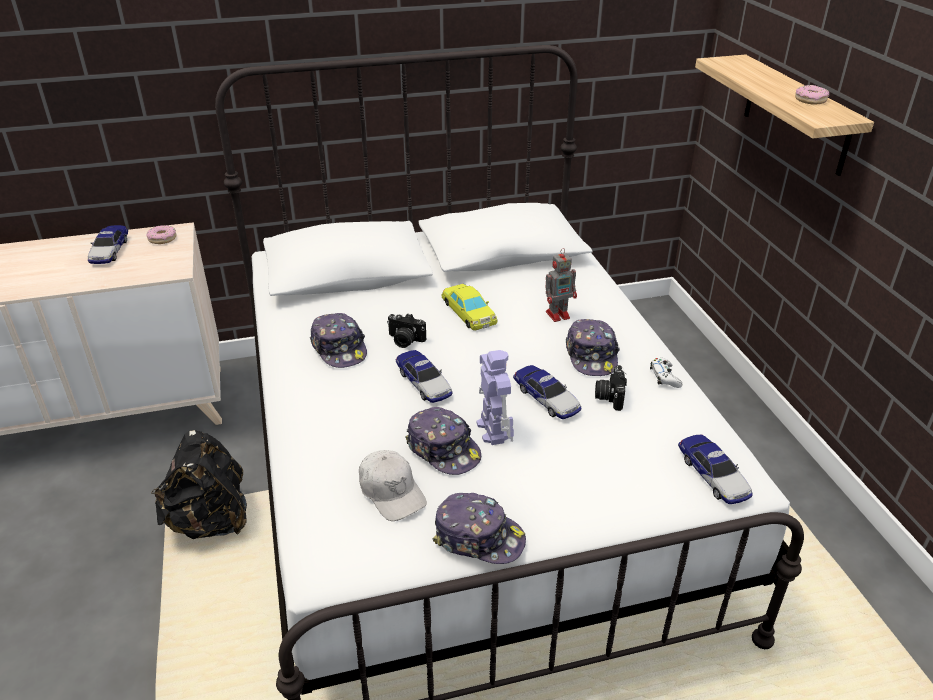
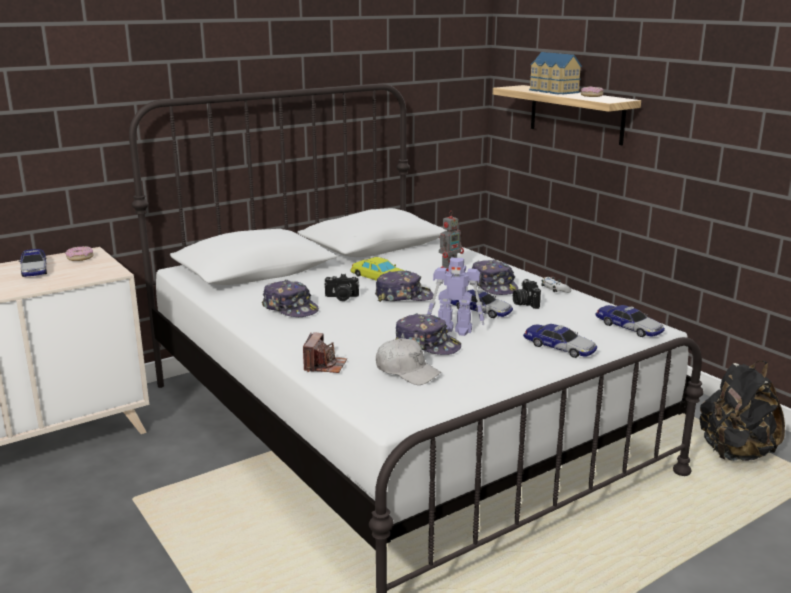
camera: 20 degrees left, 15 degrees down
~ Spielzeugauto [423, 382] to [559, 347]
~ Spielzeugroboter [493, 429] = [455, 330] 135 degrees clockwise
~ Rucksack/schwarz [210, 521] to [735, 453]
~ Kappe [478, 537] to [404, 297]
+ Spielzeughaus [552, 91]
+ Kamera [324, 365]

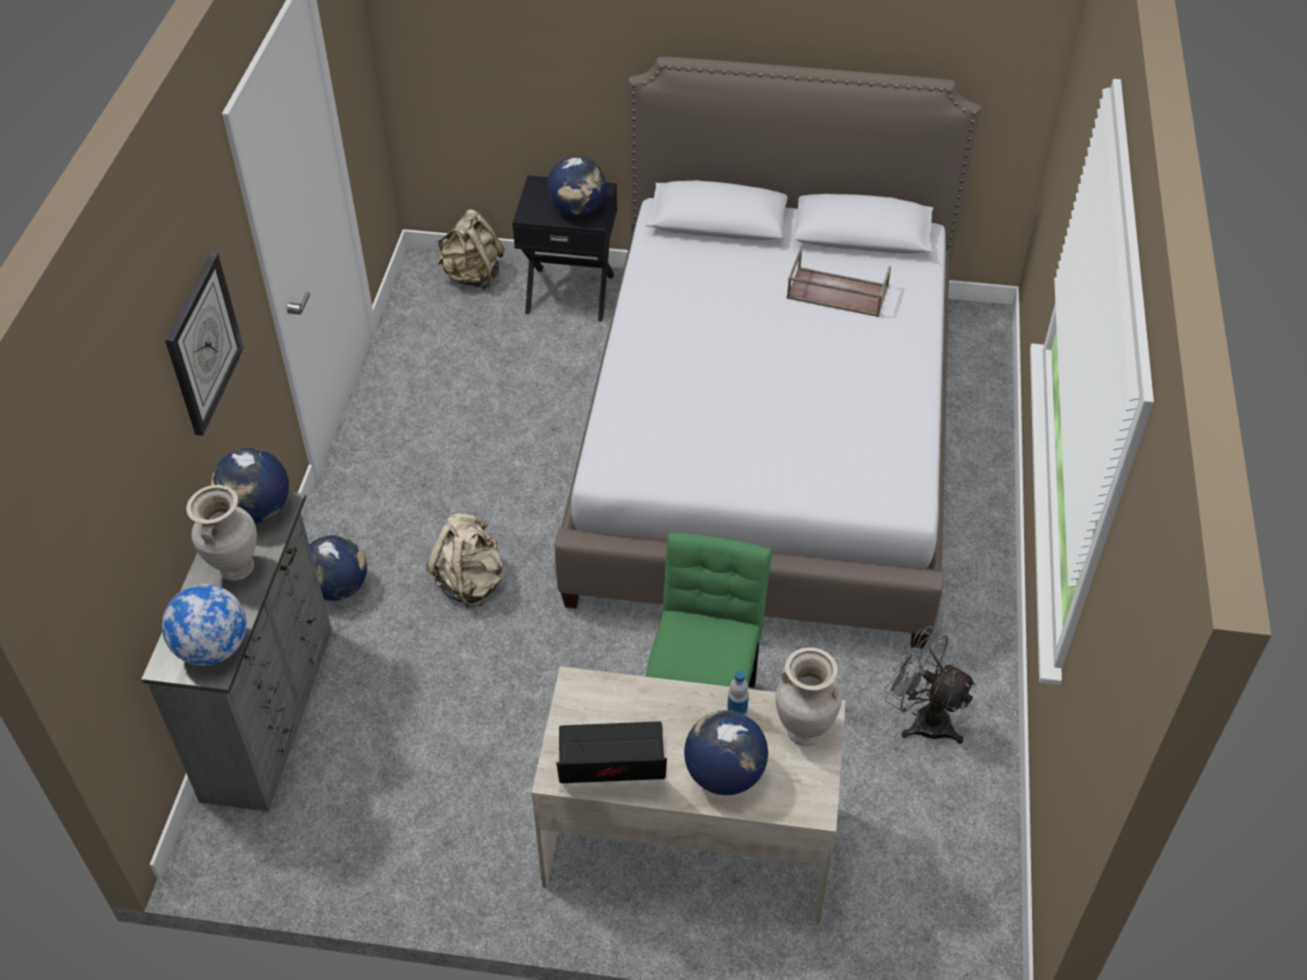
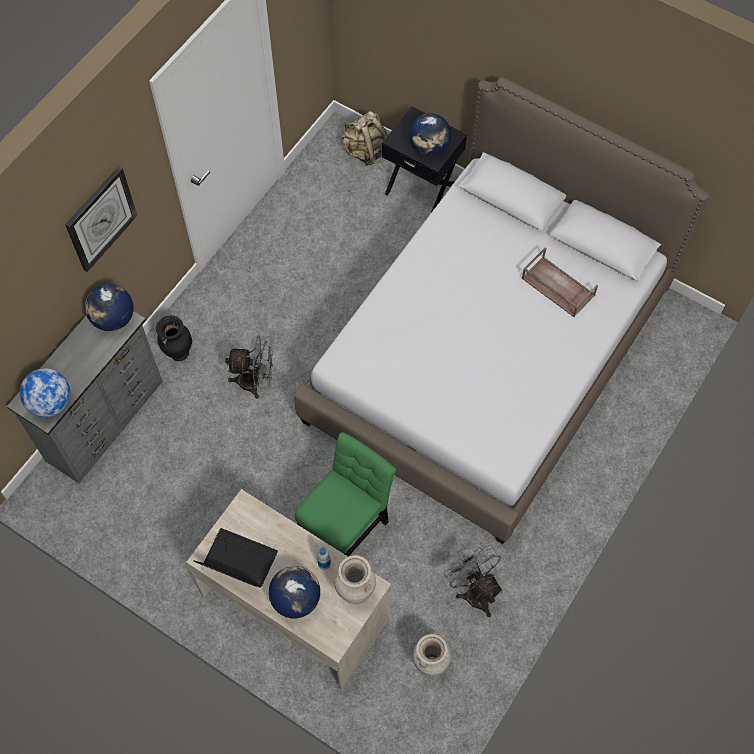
camera: 25 degrees right, 15 degrees up
~ Vase/beige [235, 569] to [430, 663]
~ Rucksack/beige [470, 582] to Ventilator/grau [256, 382]
~ Globus [338, 587] to Vase/schwarz [179, 353]

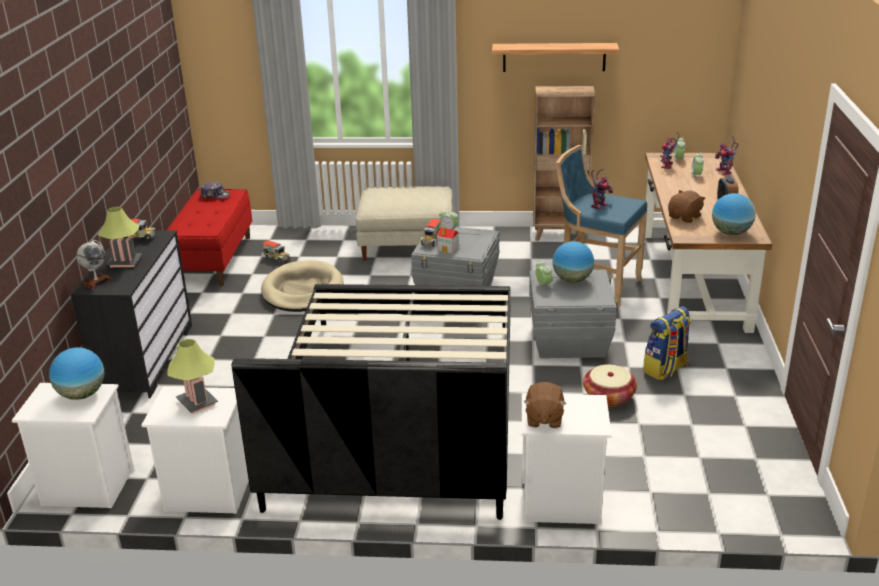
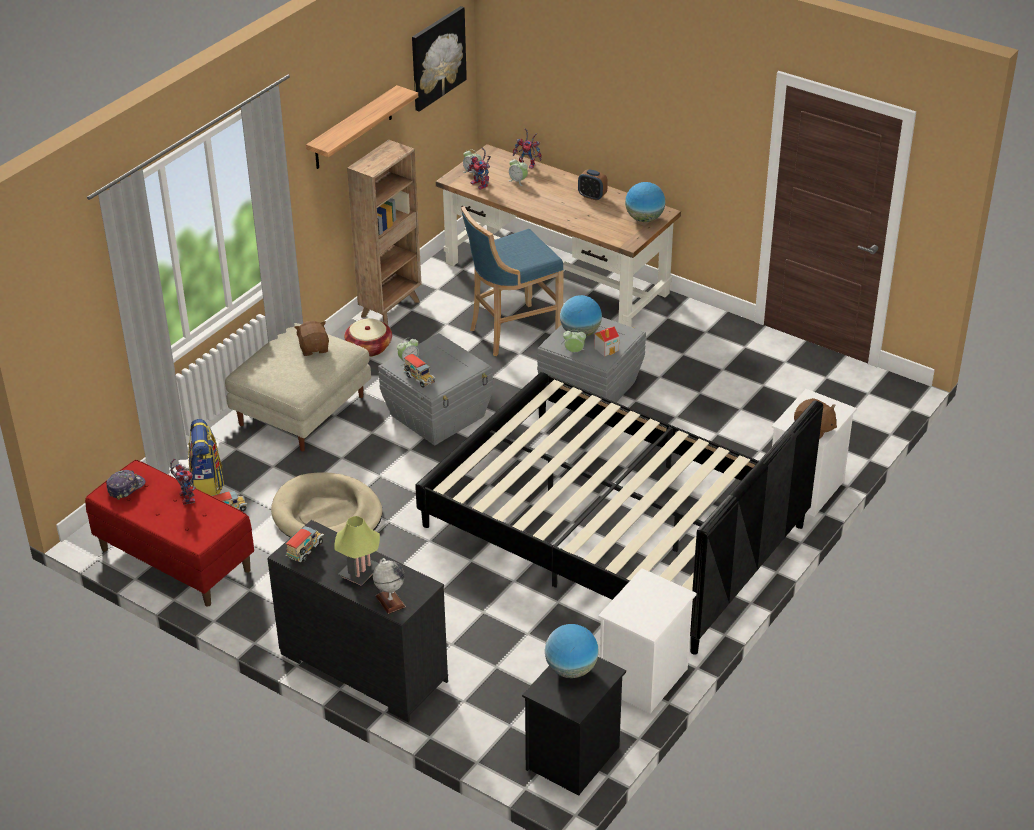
camera: 60 degrees left, 10 degrees up
~ Spielzeugroboter [598, 205] to [185, 497]
~ Plüschtier/braun [685, 217] to [314, 348]
~ Spielzeughaus [448, 249] to [606, 349]
~ Rucksack [666, 369] to [207, 483]
- Tischlampe [197, 402]
~ Korb [609, 397] to [369, 347]
~ Nachttisch/weiß [85, 488] to Nachttisch/schwarz [573, 759]
+ Bild [437, 58]

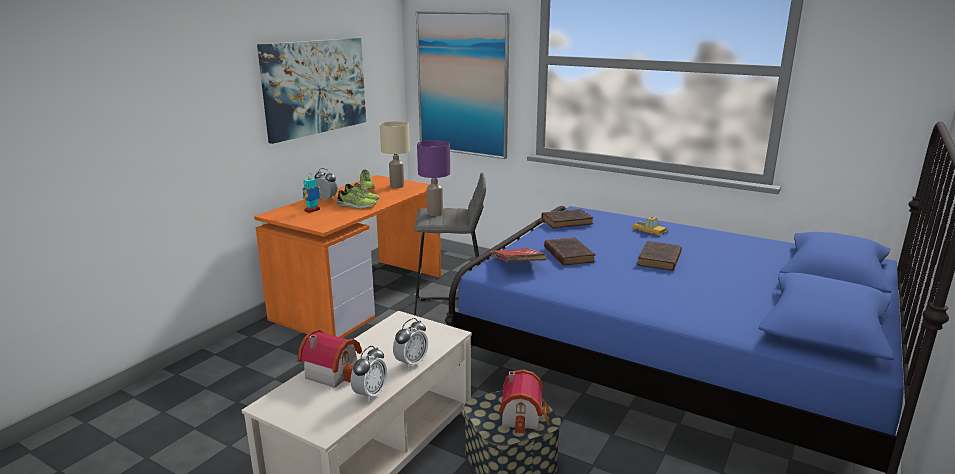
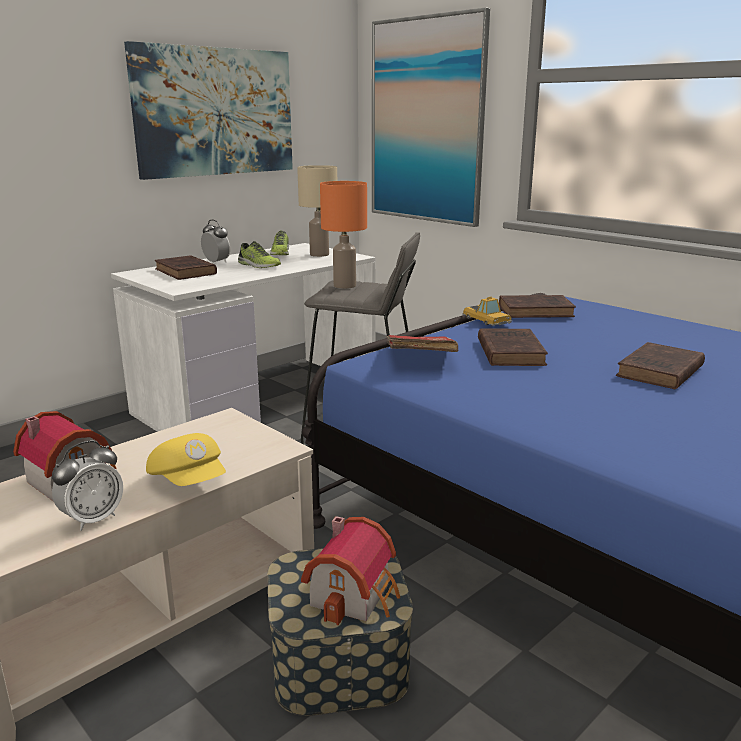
camera: 15 degrees right, 0 degrees up
~ Tischlampe/lila [435, 213] to Tischlampe/orange [345, 286]
~ Spielzeugroboter [312, 210] to Buch/braun [186, 272]
~ Schreibtisch/orange [360, 296] to Schreibtisch/weiß [258, 398]
- Schuh [356, 206]
~ Spielzeugauto [649, 231] to [487, 320]
~ Wecker [411, 363] to Kappe/gelb [190, 481]

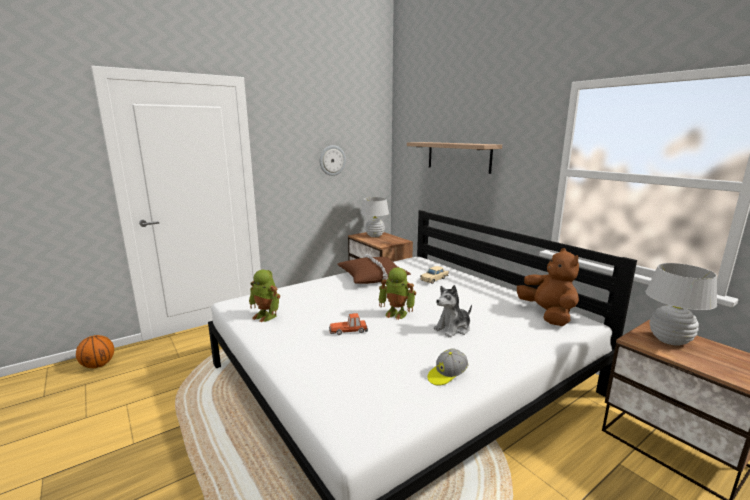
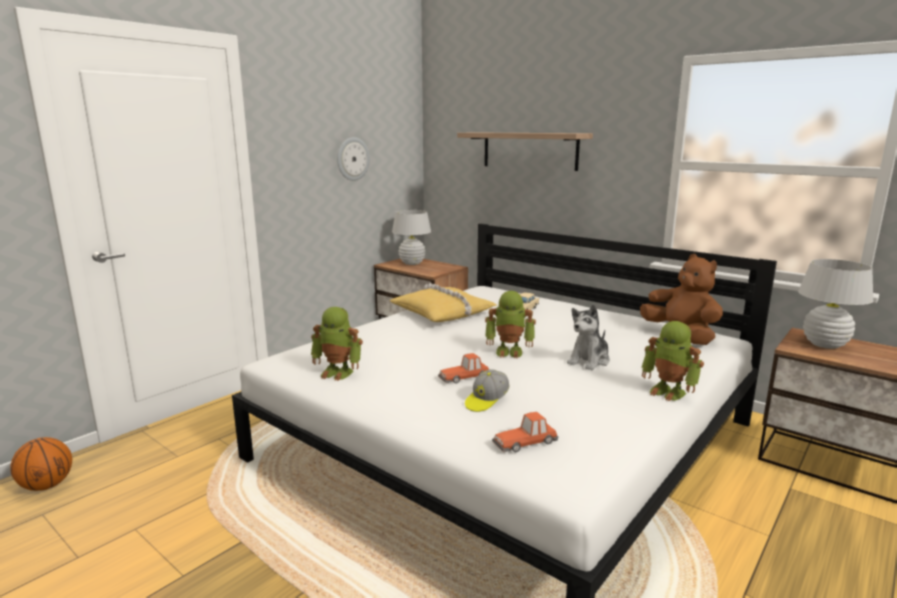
camera: 15 degrees left, 0 degrees up
~ Kissen/braun [373, 276] to Kissen/gelb [443, 313]
~ Kappe [447, 375] to [486, 401]
+ Spielzeugroboter [669, 391]
+ Spielzeugauto [525, 442]

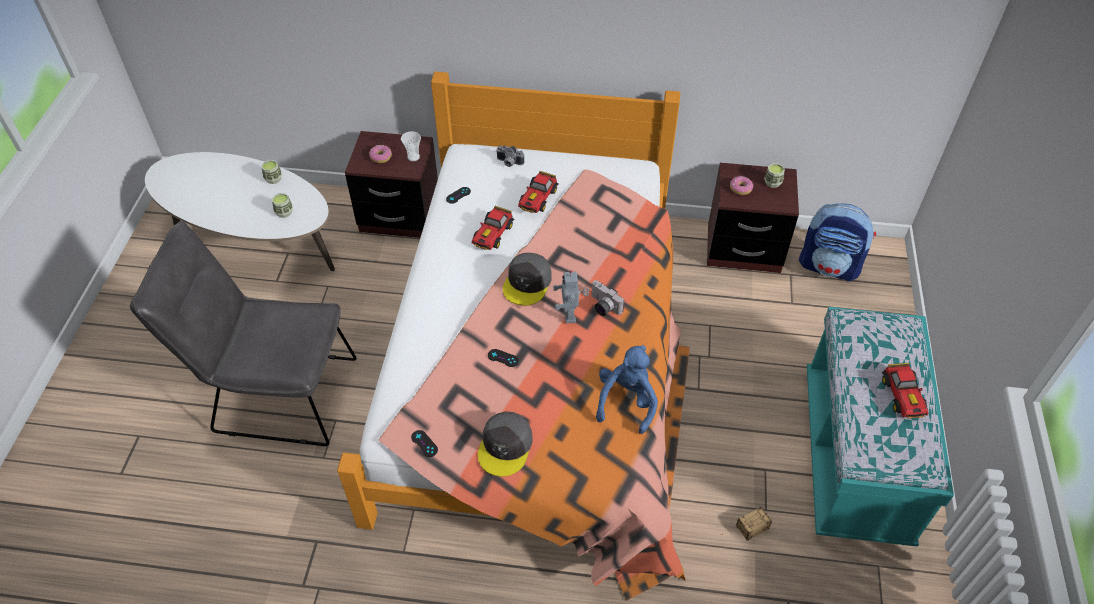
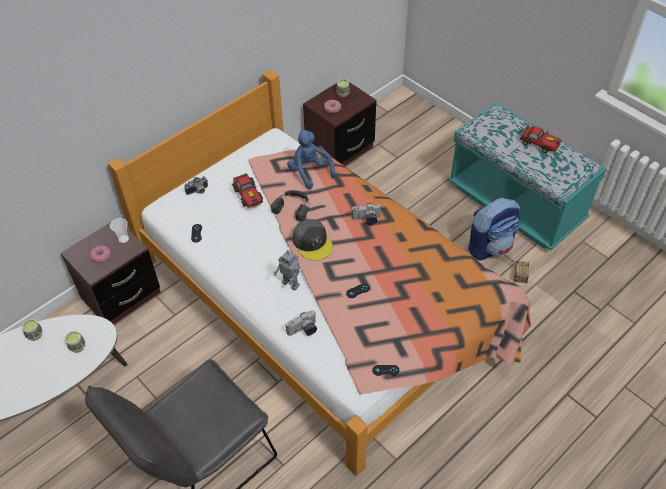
camera: 50 degrees left, 0 degrees up
~ Rucksack [829, 266] to [490, 246]
- Spielzeugauto [492, 235]
~ Spielzeugroboter [571, 315] to [291, 283]
~ Plüschtier/blau [627, 401] to [310, 171]
- Kappe/grau [505, 446]
+ Kopfhörer/schwarz [293, 206]
+ Kamera [303, 330]

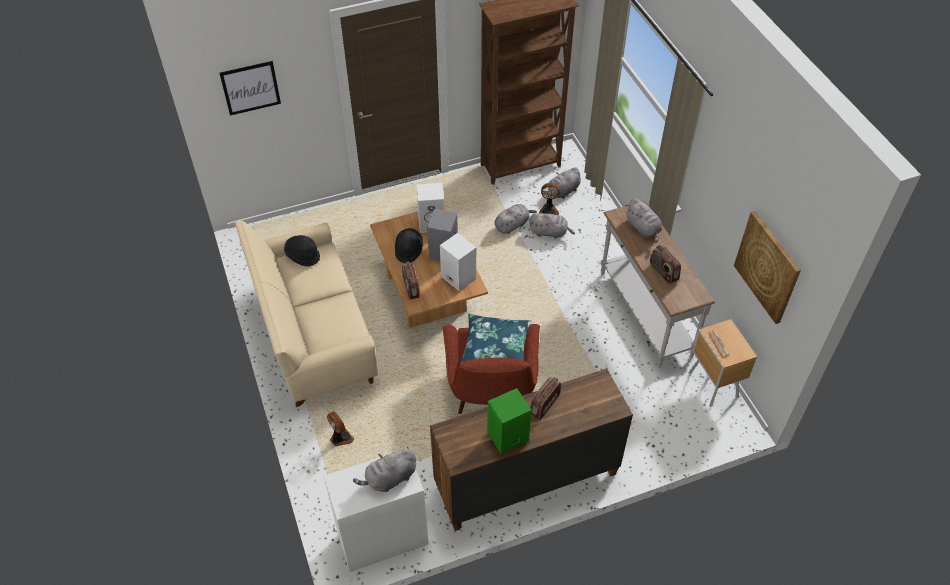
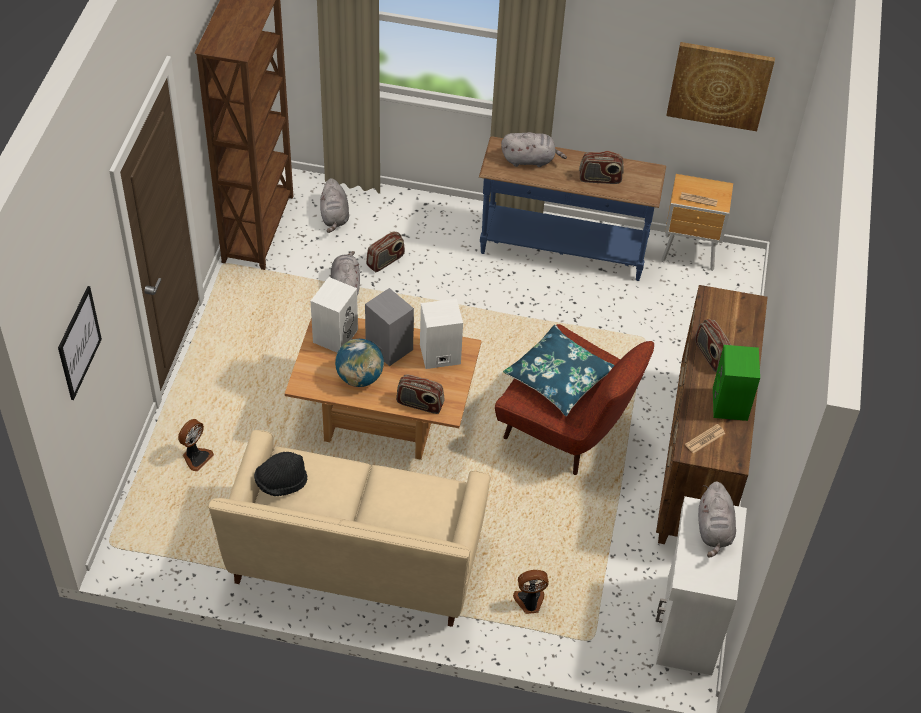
camera: 60 degrees left, 0 degrees up
~ Ventilator [549, 210] to [196, 457]
~ Konsolentisch/weiß [644, 314] to Konsolentisch/blau [563, 251]
~ Plüschtier/grau [550, 232] to Radio [385, 261]
~ Hut/schwarz [408, 250] to Globus [359, 378]
+ Zeitung [705, 439]

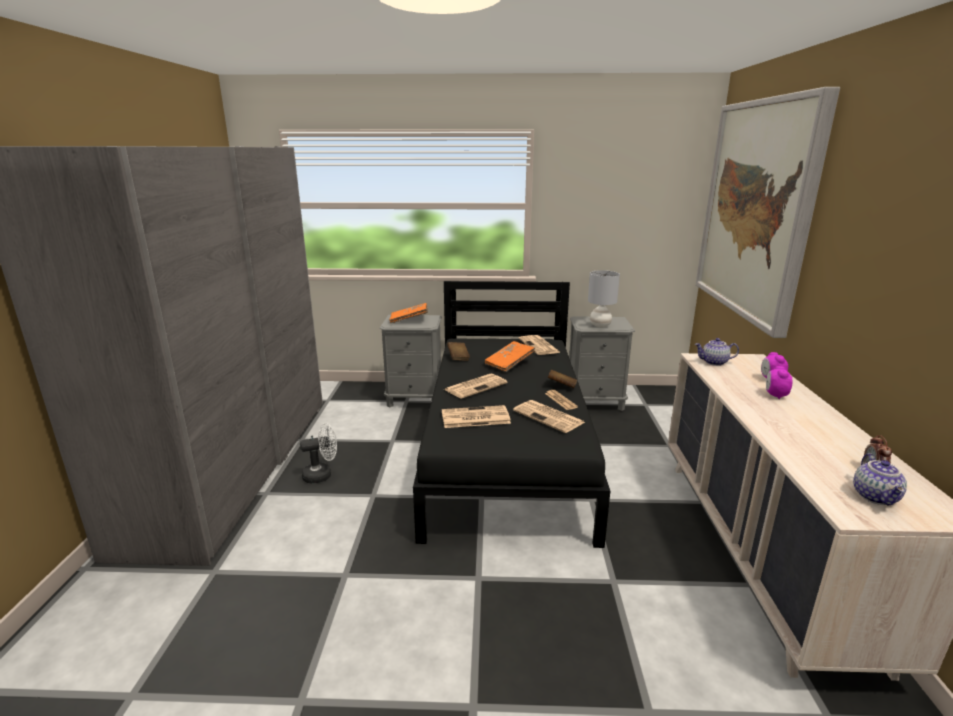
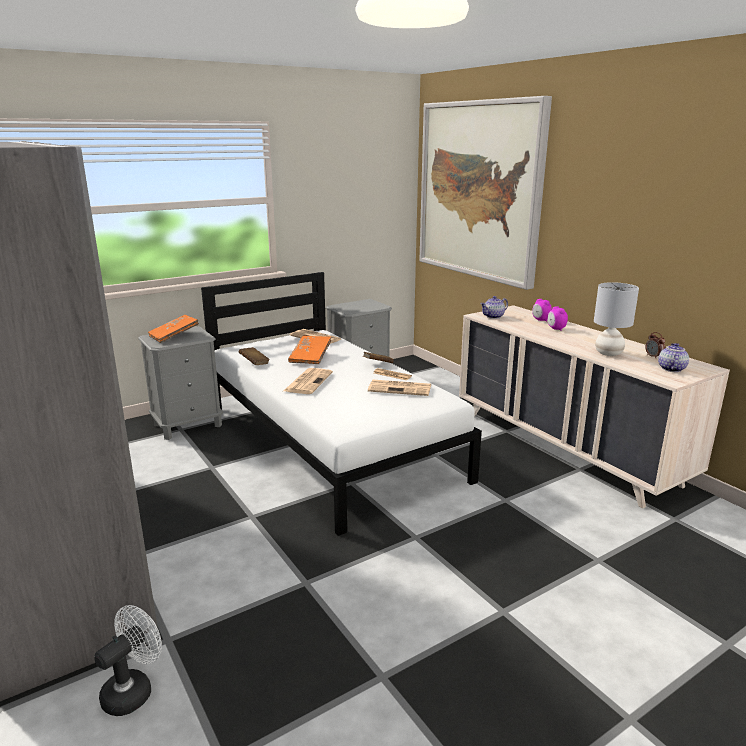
camera: 35 degrees left, 0 degrees up
~ Tischlampe/grau [600, 325] to [609, 353]
~ Bett/schwarz [506, 450] to Bett/weiß [330, 441]
- Zeitung [474, 418]
~ Ventilator/weiß [322, 475] to [133, 690]
~ Teekanne [876, 497] = [670, 369] 135 degrees counterclockwise

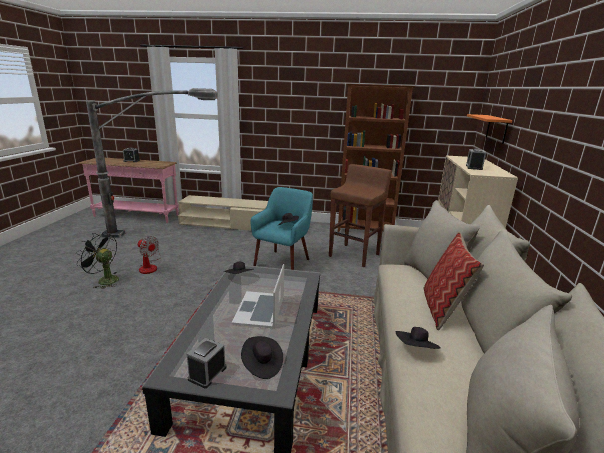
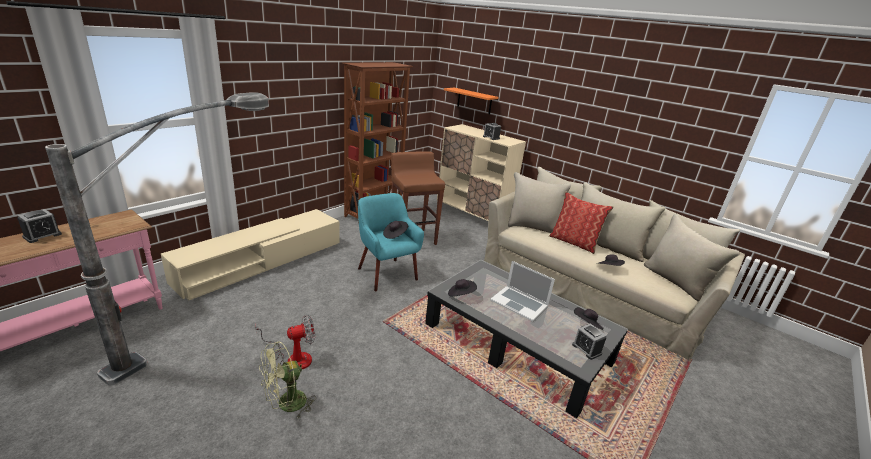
camera: 60 degrees left, 5 degrees up
~ Ventilator/schwarz [104, 280] to Ventilator/grün [286, 405]

